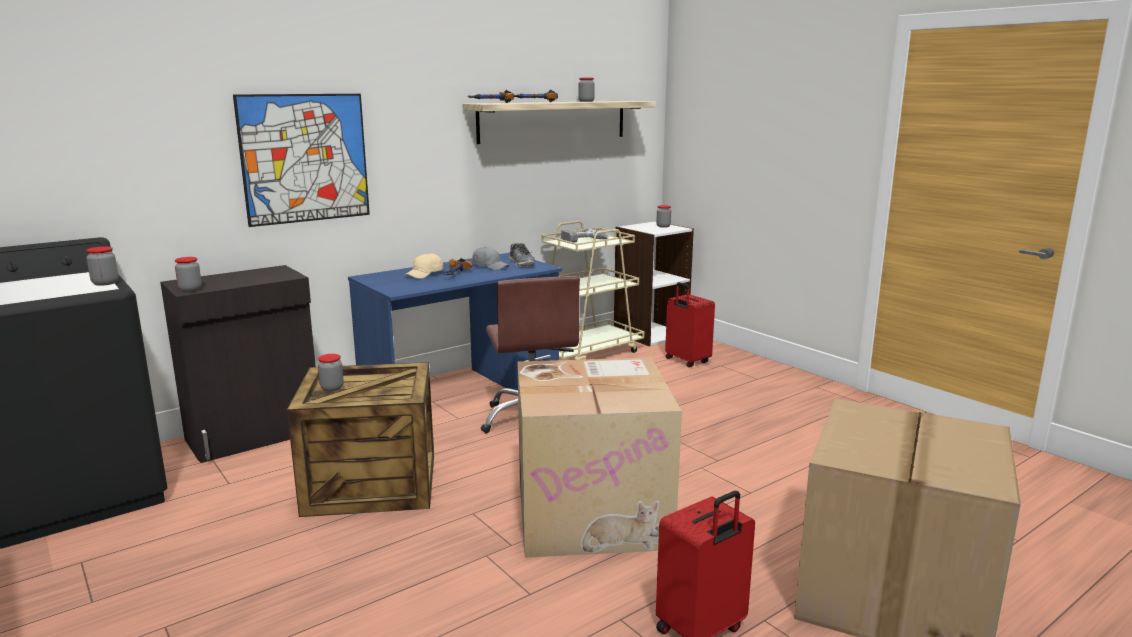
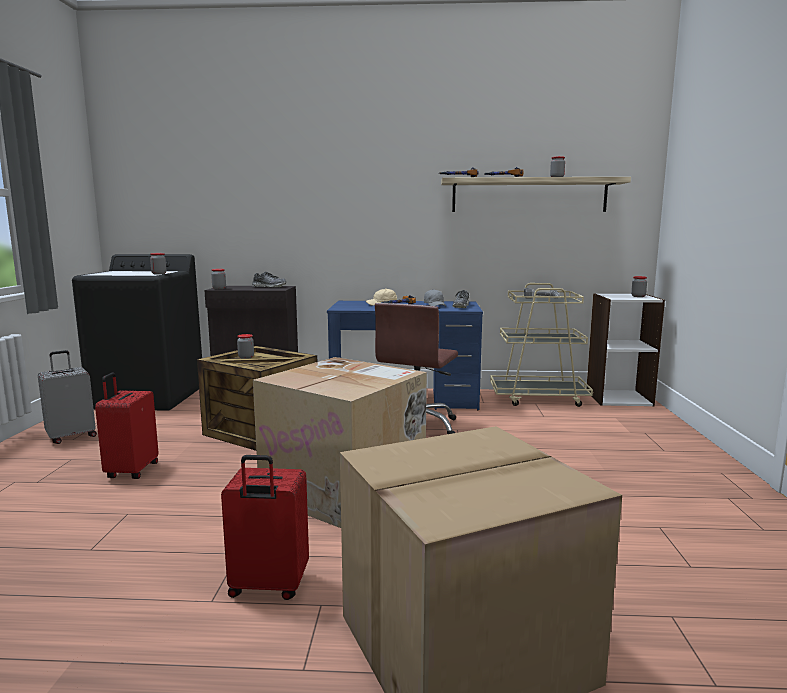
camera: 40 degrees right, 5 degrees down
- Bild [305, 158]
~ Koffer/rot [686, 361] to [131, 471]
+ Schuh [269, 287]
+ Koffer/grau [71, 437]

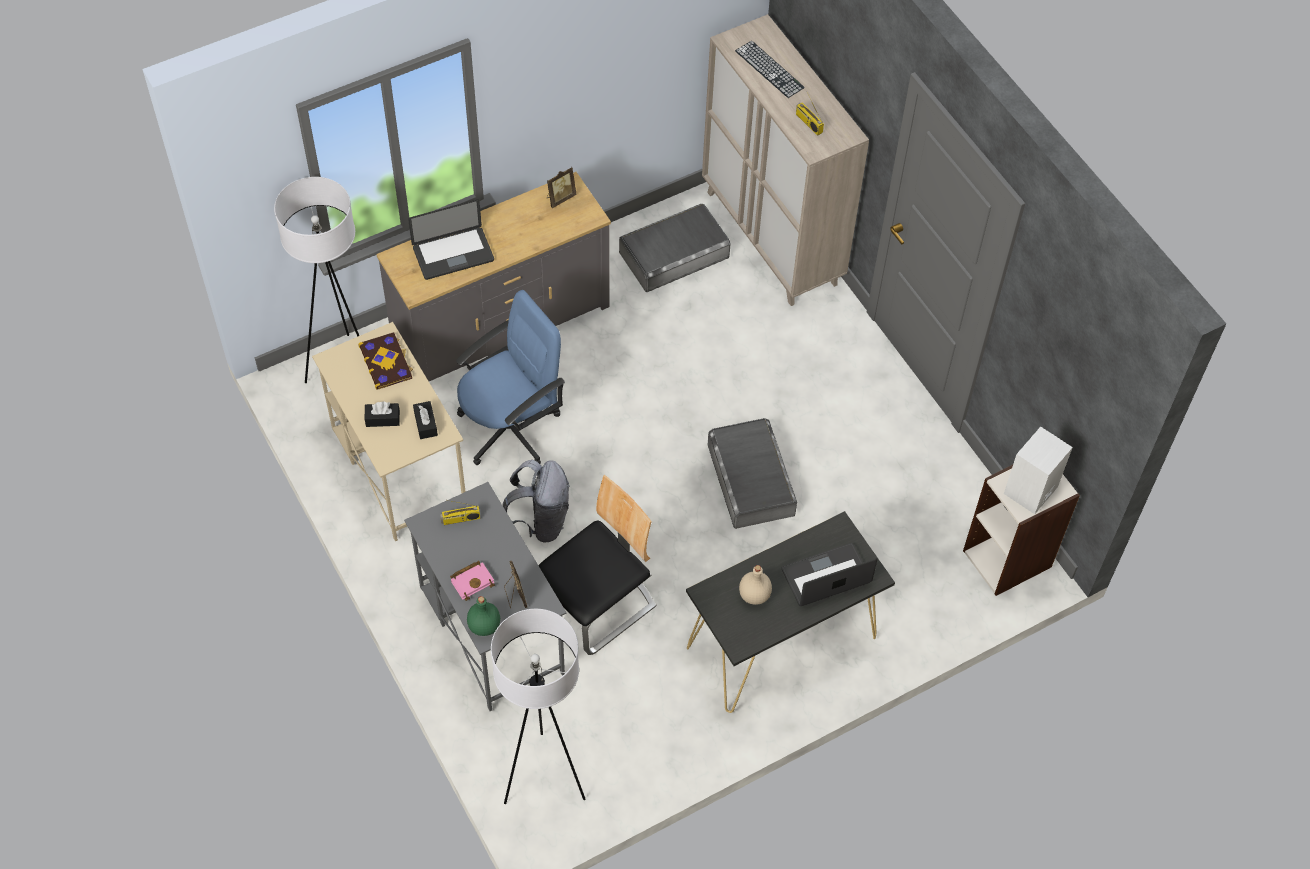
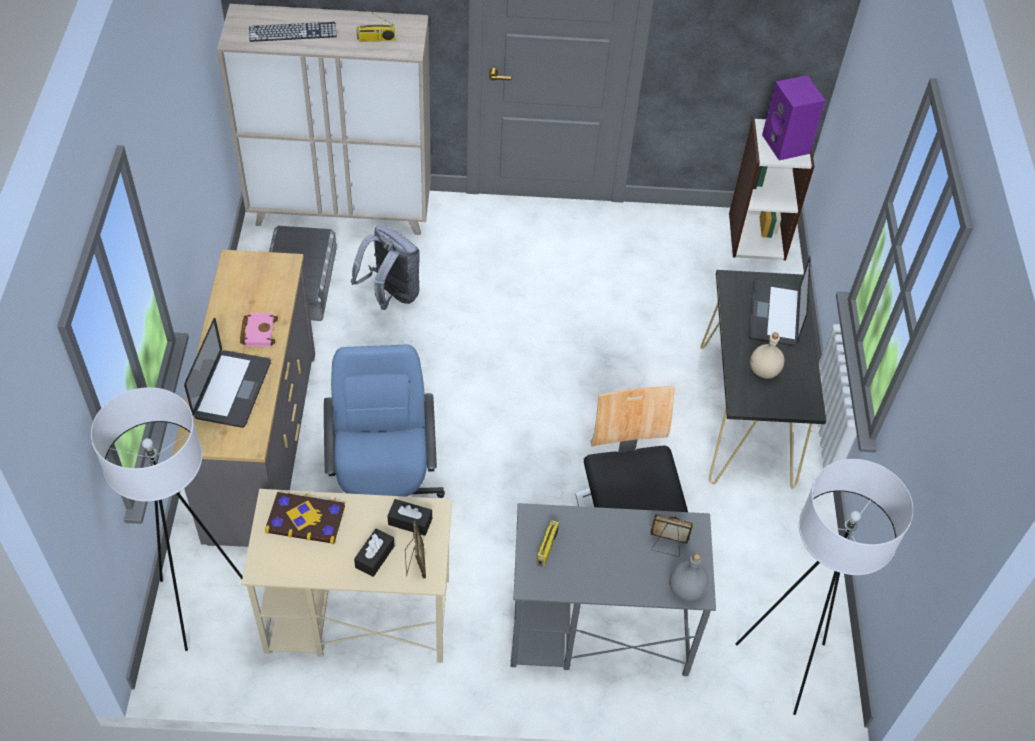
camera: 60 degrees left, 5 degrees down
~ Bilderrahmen [560, 198] to [415, 563]
- Aufbewahrungsbox/grau [751, 479]
~ Lautsprecher/weiß [1031, 491] to Lautsprecher/lila [787, 145]
~ Rucksack/grau [540, 521] to [391, 295]
~ Buch/rosa [472, 581] to [258, 331]
~ Flasche/grün [484, 626] to Flasche/grau [686, 590]

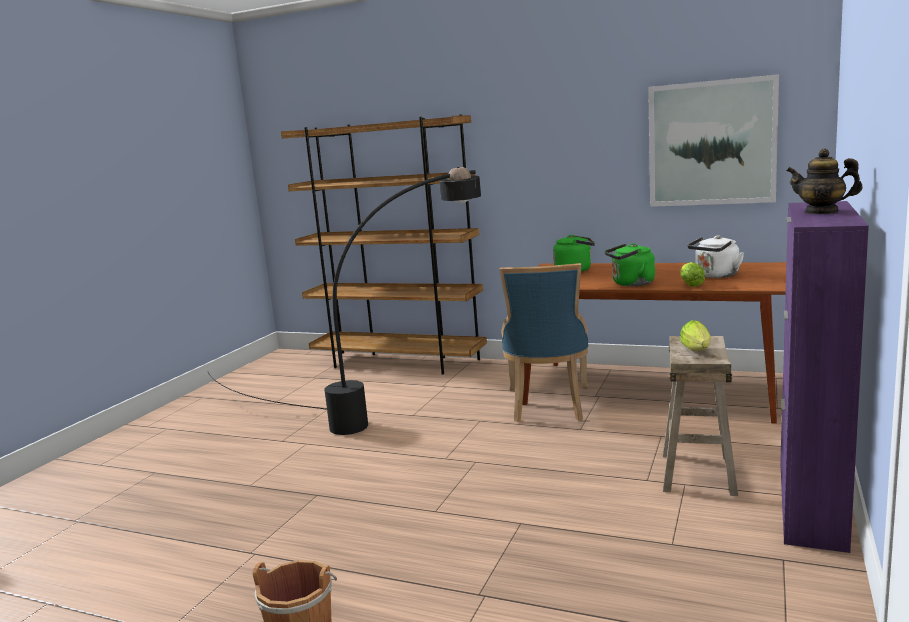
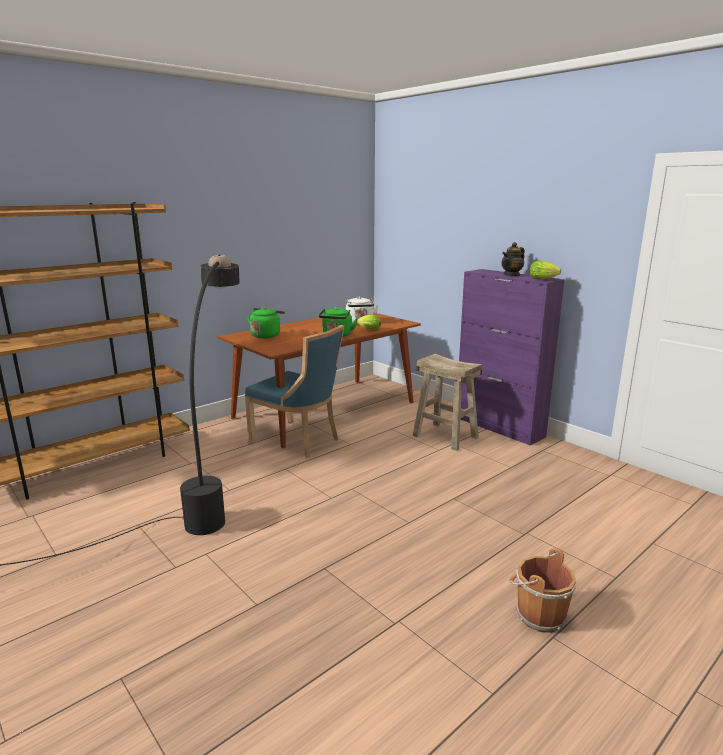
camera: 65 degrees left, 5 degrees up
- Bild [711, 143]
~ Salatkopf [697, 351] to [544, 279]

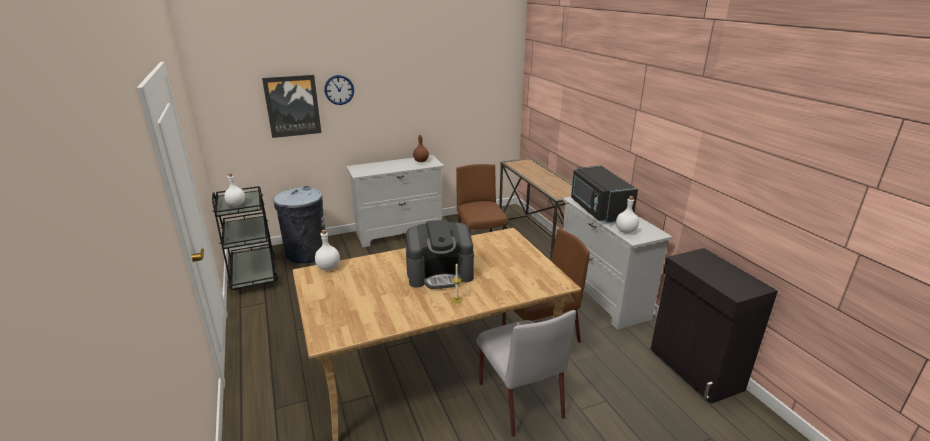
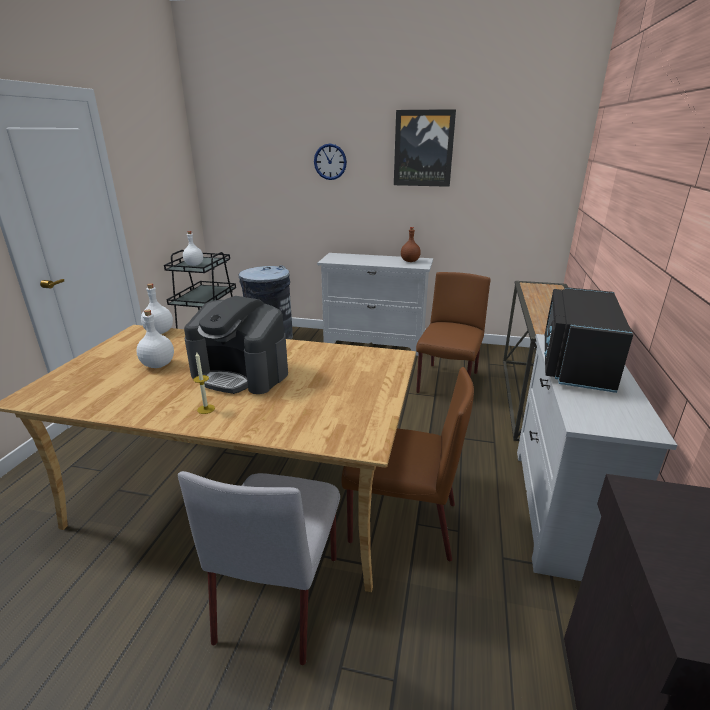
camera: 35 degrees right, 0 degrees up
~ Bild [292, 106] to [423, 148]
~ Flasche/weiß [626, 231] to [158, 365]

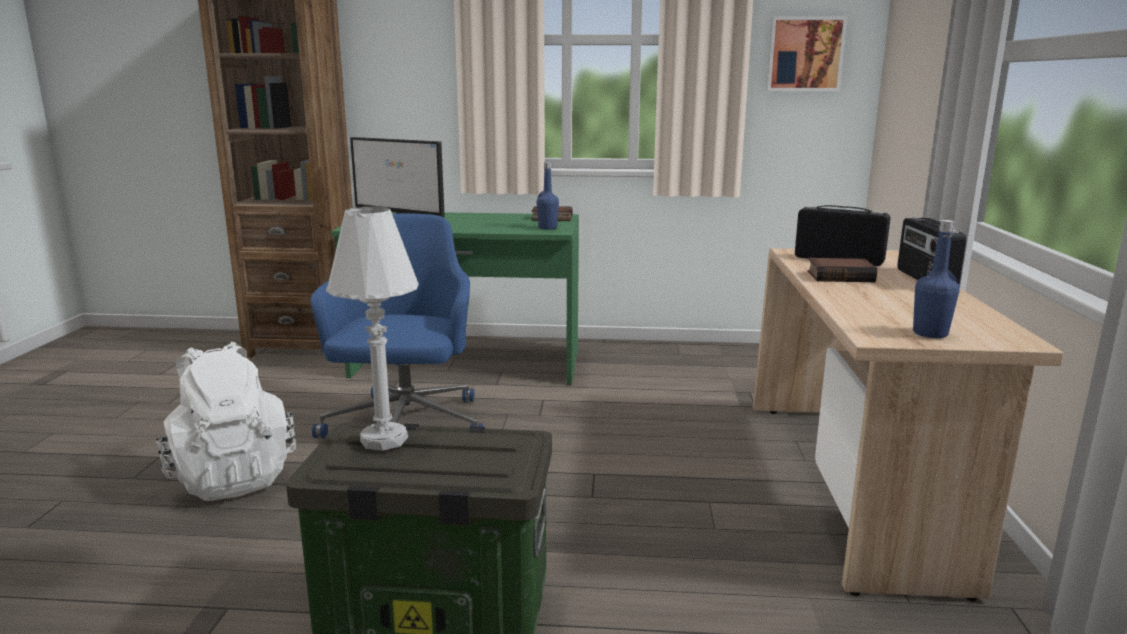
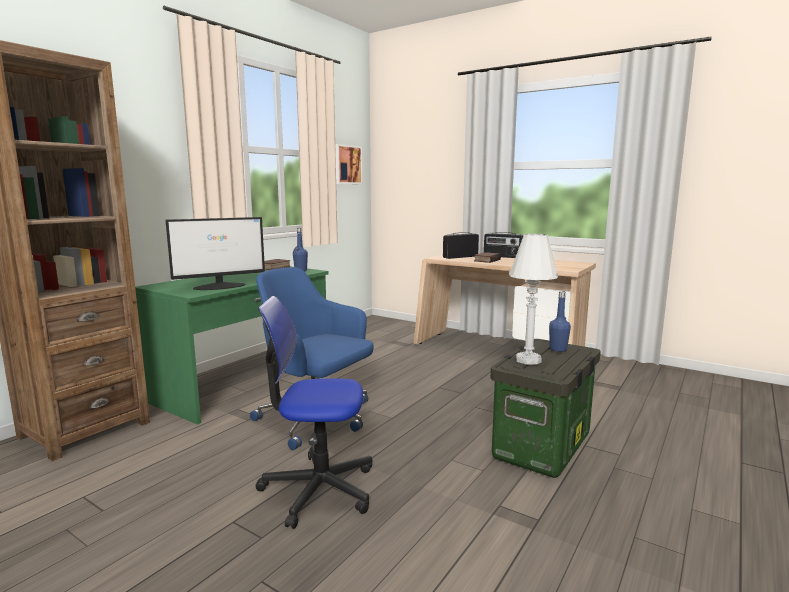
camera: 60 degrees left, 5 degrees down
~ Flasche/blau [930, 333] to [558, 349]
~ Rucksack/weiß [232, 477] to Bürostuhl [318, 489]

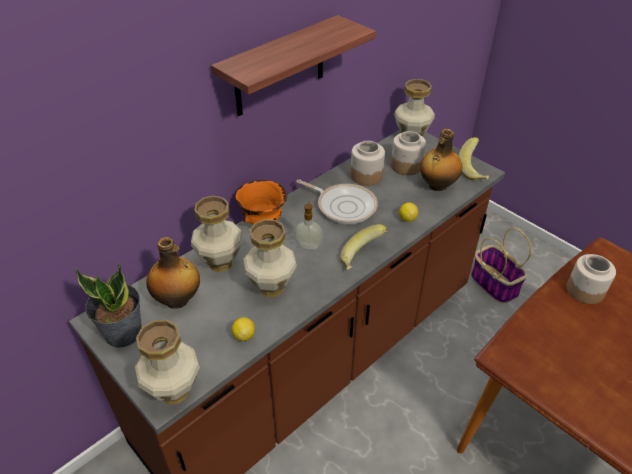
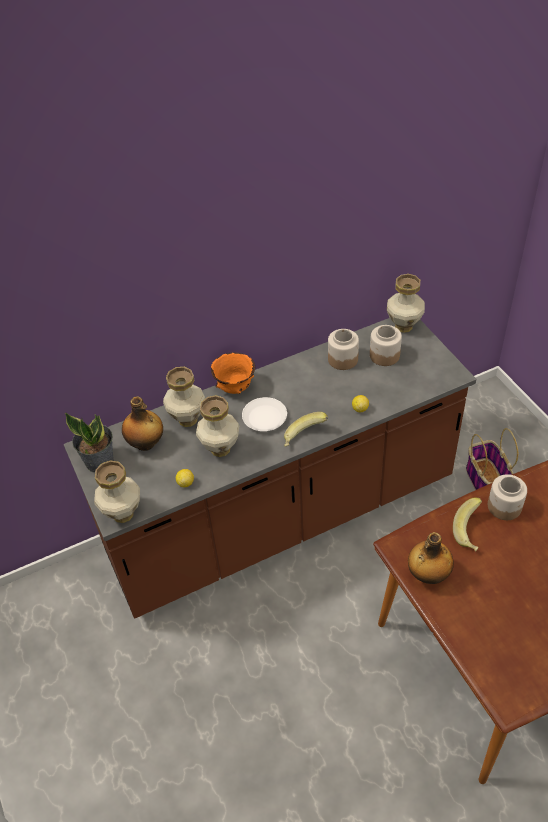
camera: 20 degrees right, 5 degrees up
- Wandregal [280, 67]
~ Flasche [437, 186] to [427, 574]
~ Banane [474, 170] to [470, 532]
- Pfanne [344, 206]
~ Seifenspender [308, 246] to Teller/weiß [264, 418]

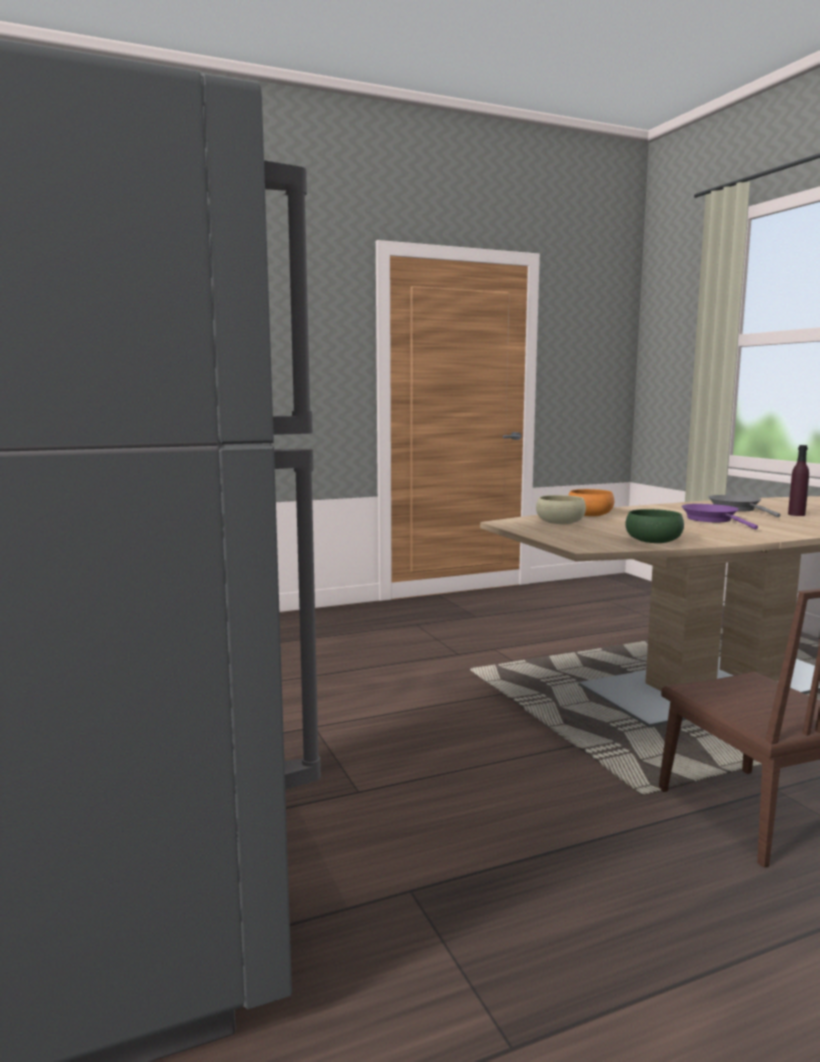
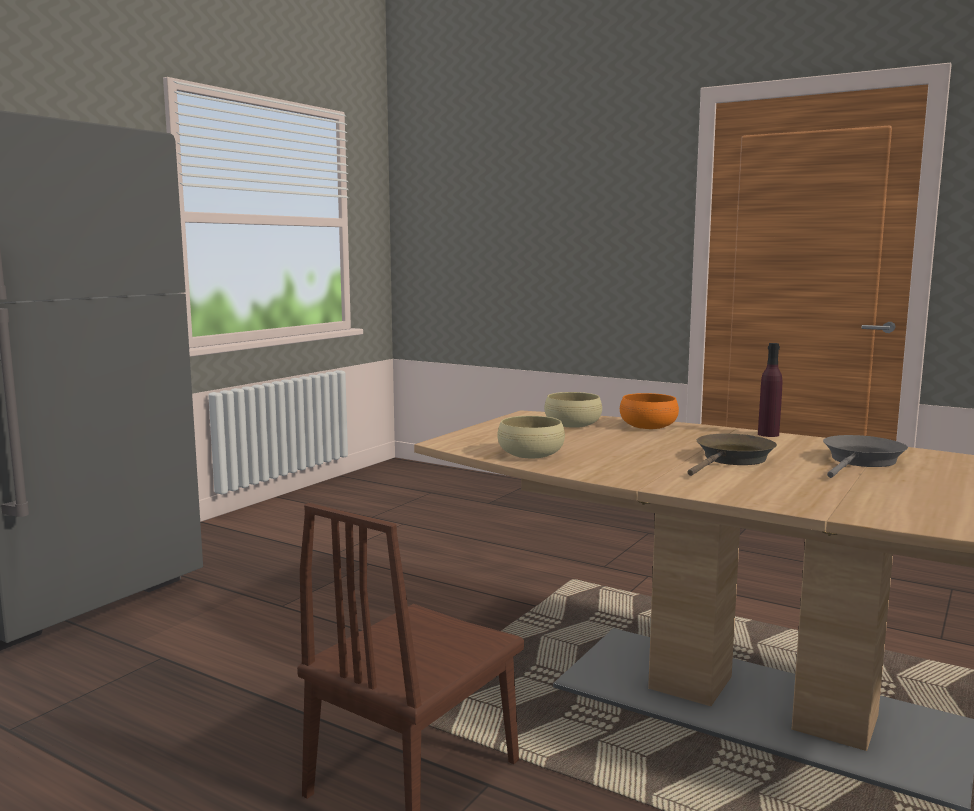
camera: 55 degrees right, 0 degrees up
~ Flasche/lila [796, 514] to [768, 434]
~ Pfanne/lila [712, 520] to Pfanne/braun [732, 460]
~ Schüssel/grün [653, 540] to Schüssel/beige [530, 454]

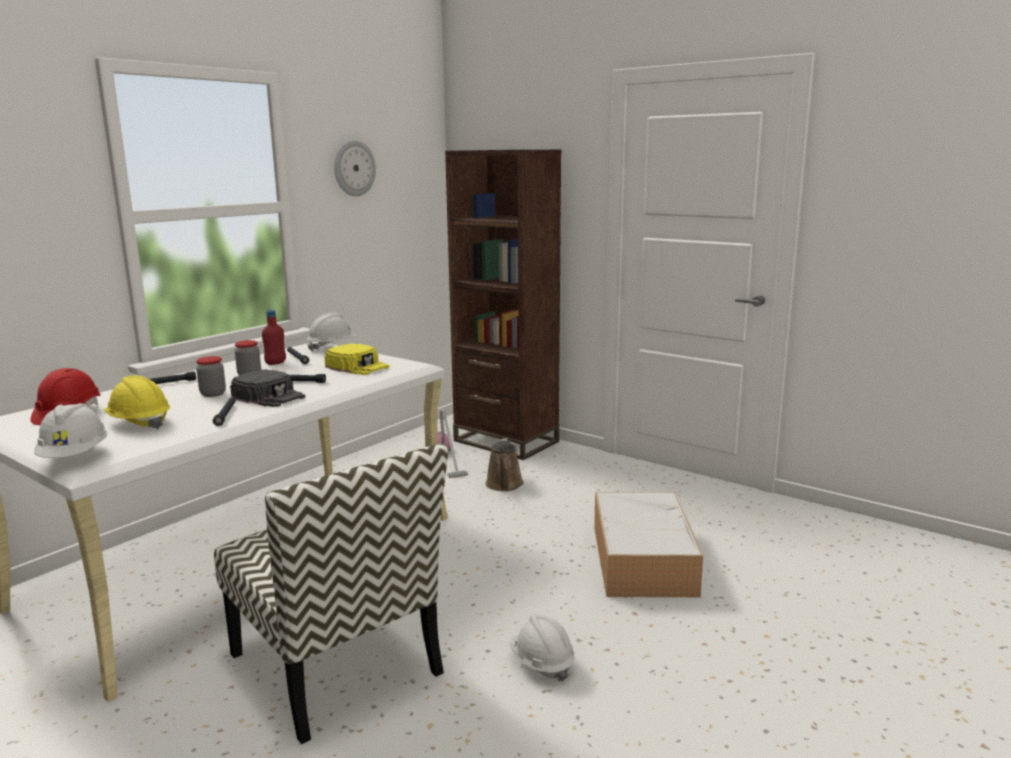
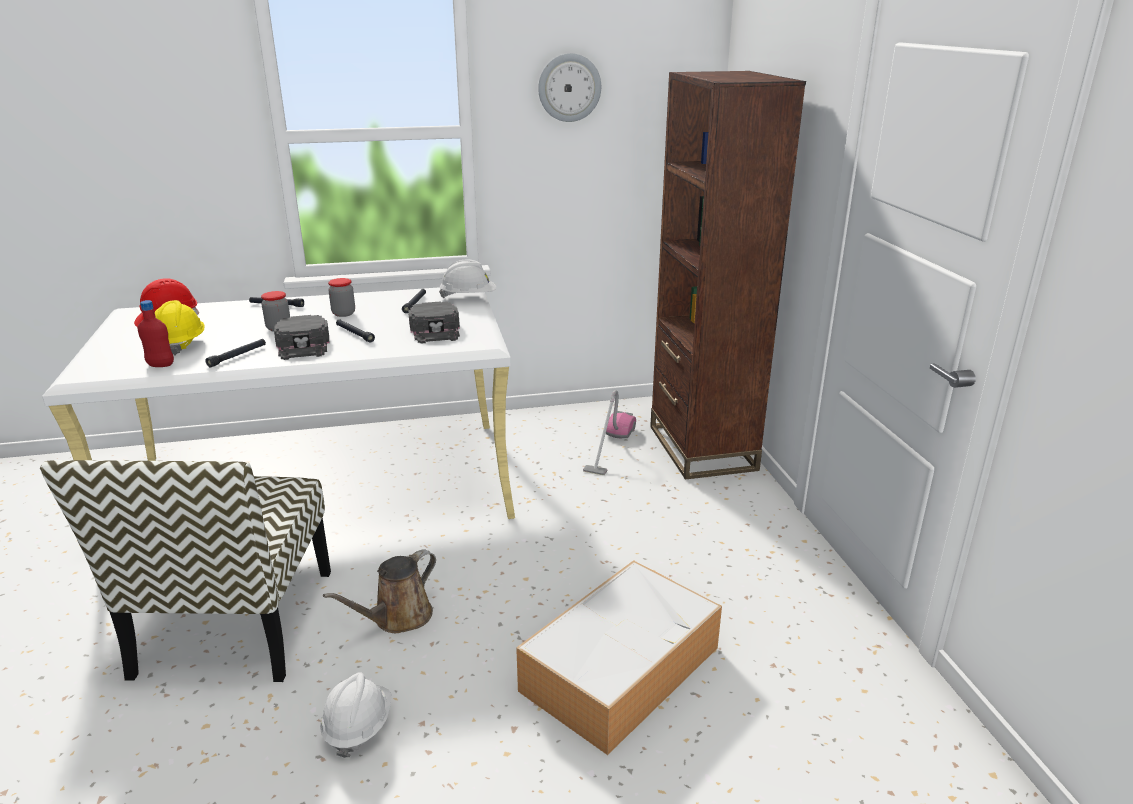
camera: 40 degrees right, 10 degrees up
~ Flasche/rot [275, 363] to [160, 365]
~ Kappe/gelb [358, 366] to Kappe/schwarz [435, 330]
- Schutzhelm/weiß [75, 457]
~ Gießkanne/braun [504, 485] to [398, 618]

